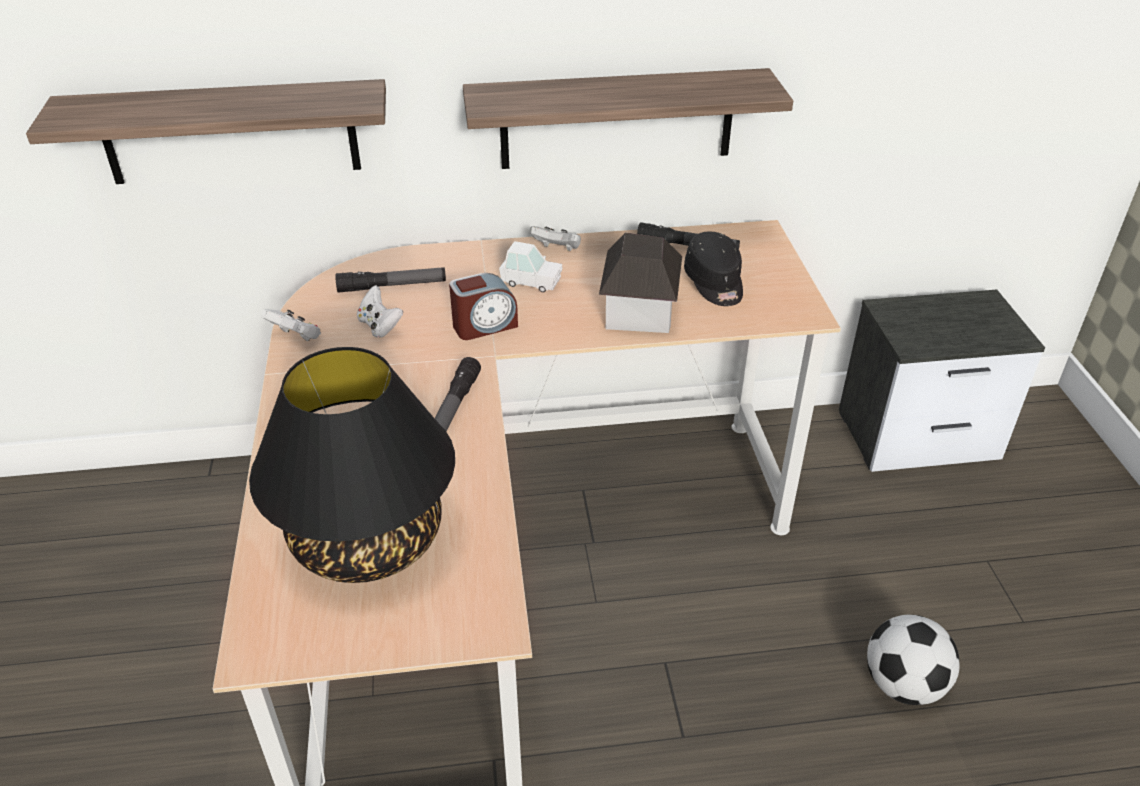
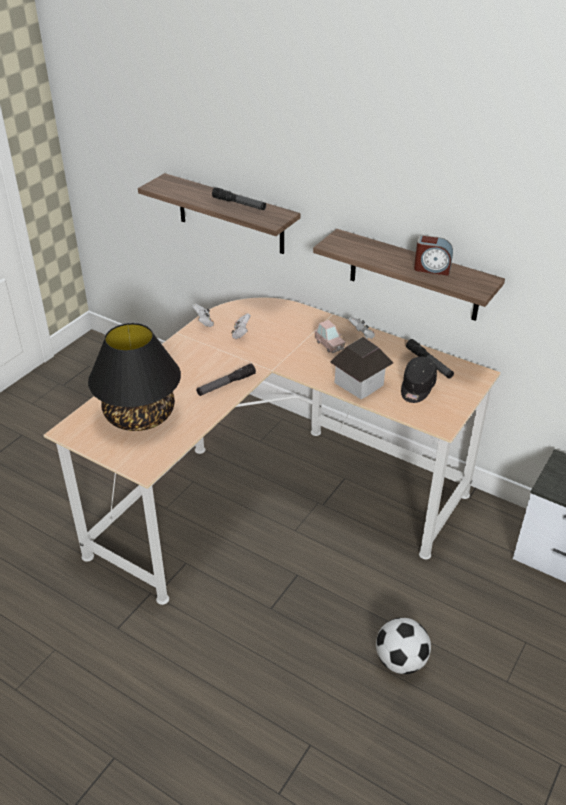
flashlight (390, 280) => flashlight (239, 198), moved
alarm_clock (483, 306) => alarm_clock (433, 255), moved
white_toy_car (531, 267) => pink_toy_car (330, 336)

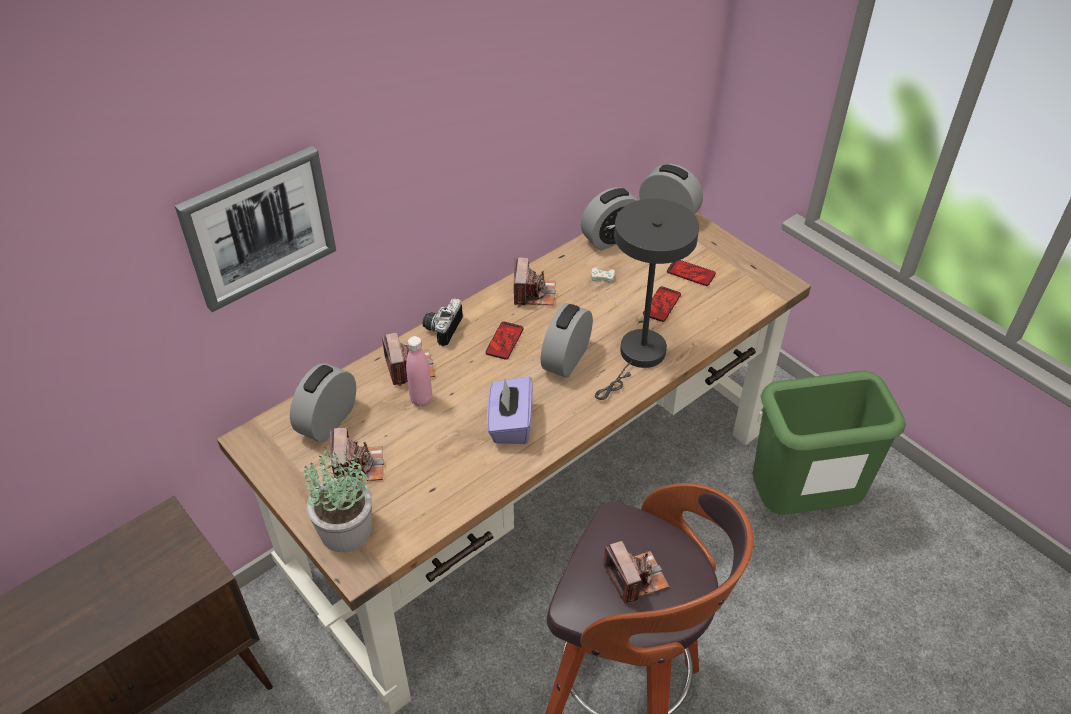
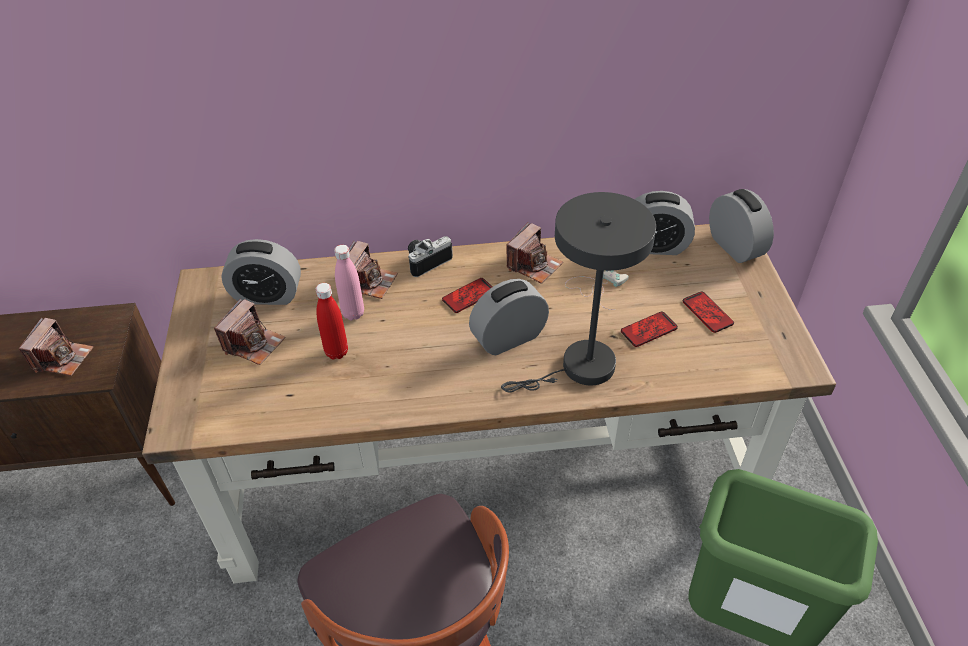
picture (255, 229) => nothing
potted_plant (338, 499) => nothing
purple_tissue_box (510, 410) => nothing
nothing => red_bottle (331, 321)
photo_camera (636, 572) => photo_camera (56, 347), moved
alarm_clock (323, 402) => alarm_clock (261, 272), 150 degrees counterclockwise

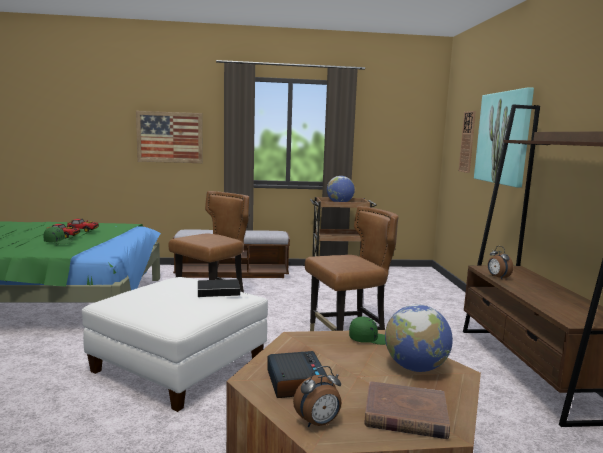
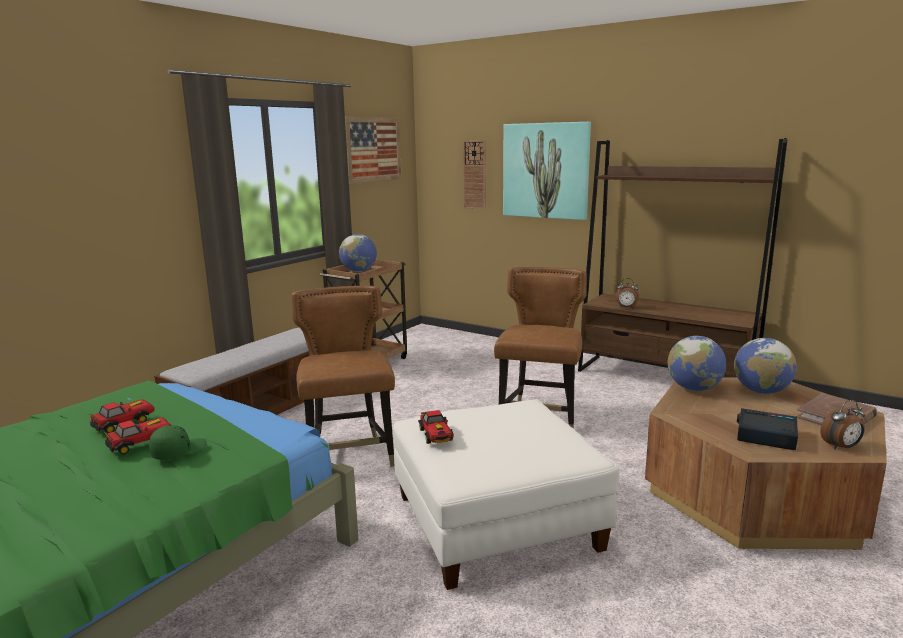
book (221, 288) => nothing
nothing => toy_car (436, 427)
picture (169, 137) => picture (373, 150), moved
green_cap (367, 330) => globe (697, 363)
alarm_clock (317, 397) => alarm_clock (843, 425), 60 degrees clockwise

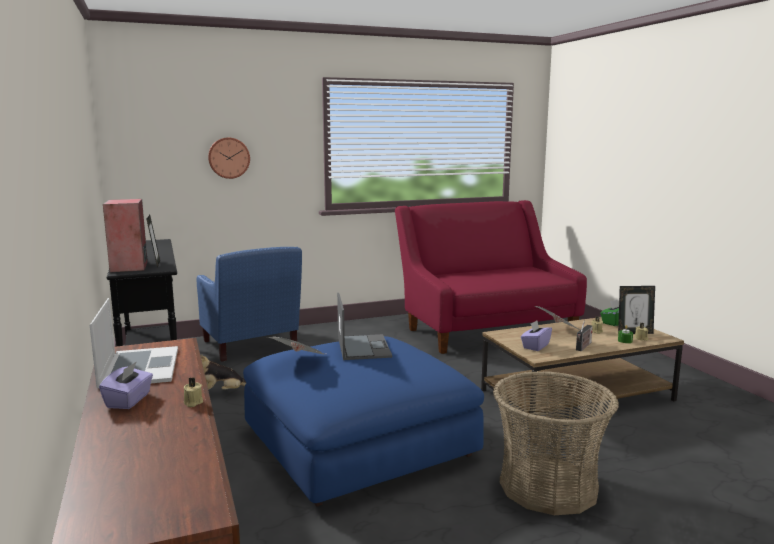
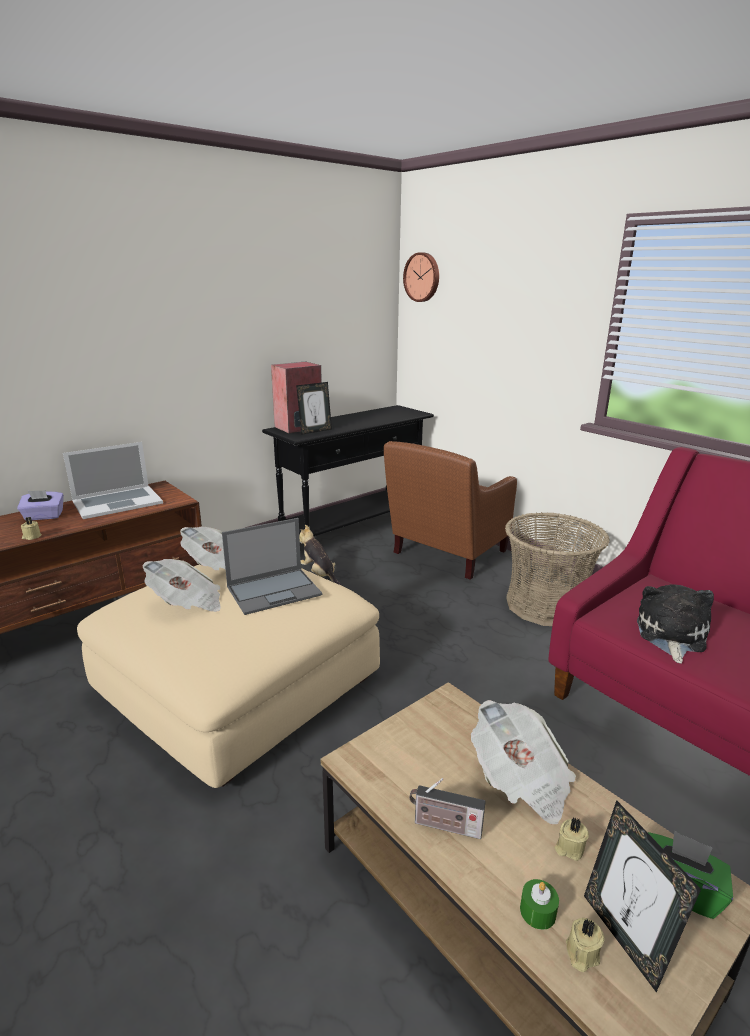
purple_tissue_box (536, 335) => nothing
nothing => newspaper (182, 585)
nothing => plush_toy (675, 624)
wall_clock (229, 158) => wall_clock (421, 277), moved
basket (556, 443) => basket (557, 569), moved
blue_armchair (249, 304) => brown_armchair (450, 510)
blue_ottoman (363, 421) => beige_ottoman (228, 676)

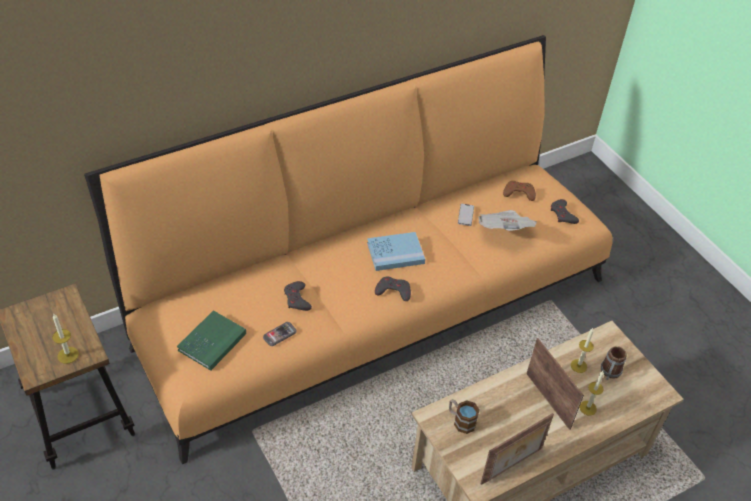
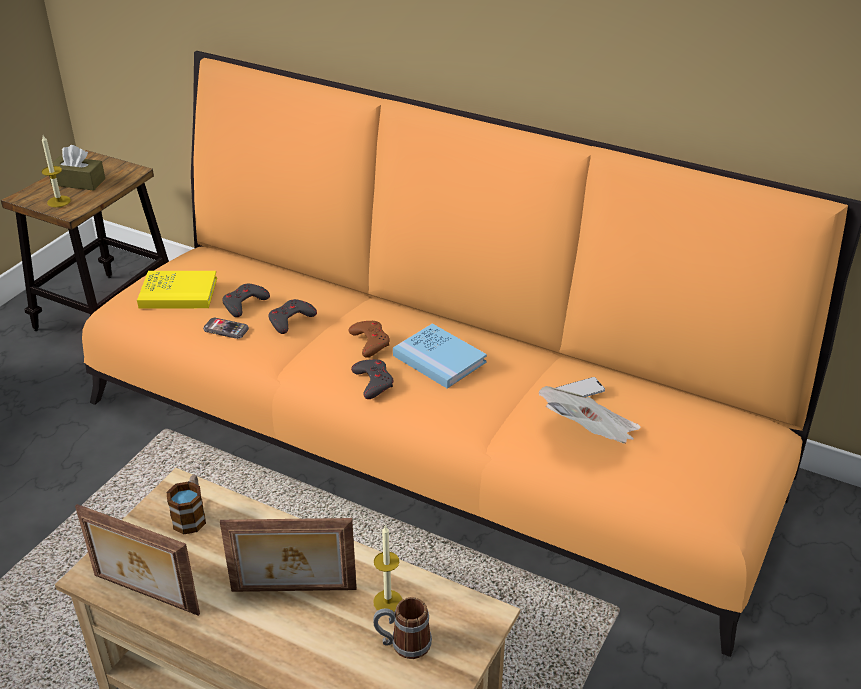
candle (591, 393) => nothing
nothing => brown_tissue_box (77, 168)
brown_game_controller (519, 191) => brown_game_controller (369, 339), moved
grey_game_controller (565, 211) => grey_game_controller (246, 300), moved
green_book (211, 340) => yellow_book (177, 289)
picture_frame (555, 384) => picture_frame (288, 555), 60 degrees clockwise

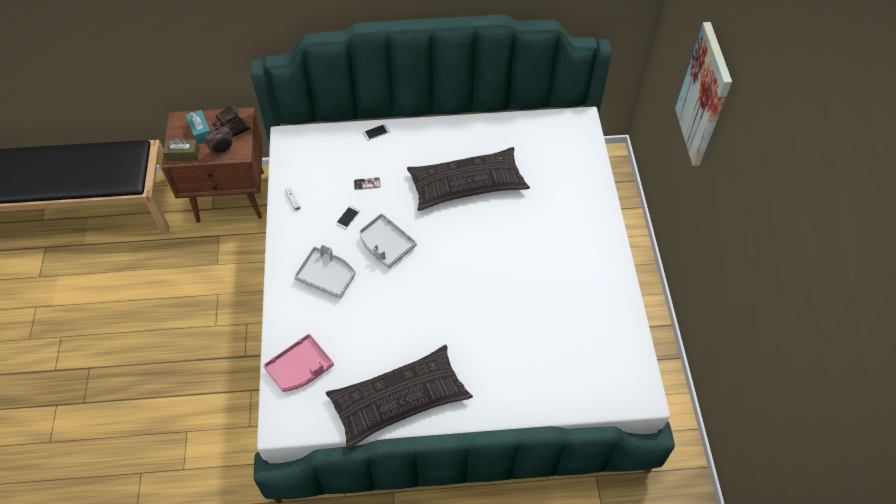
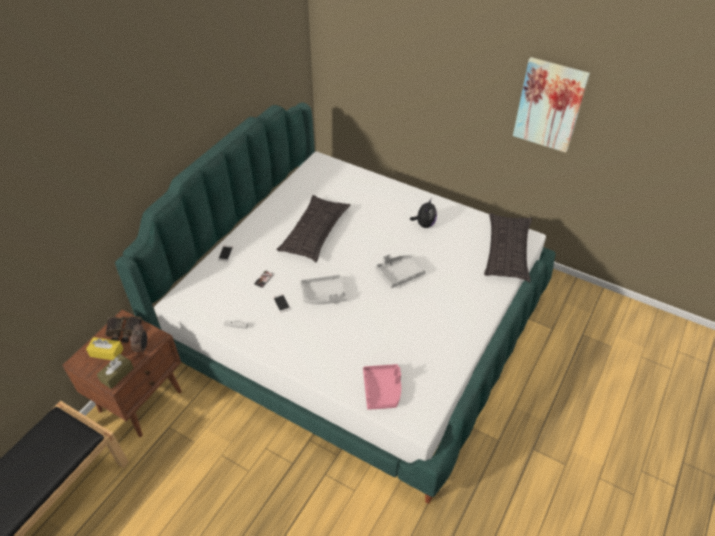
nothing => plush_toy (423, 213)
grey_tray (325, 271) => grey_tray (400, 271), moved
pillow (399, 397) => pillow (508, 247), moved
picture (703, 94) => picture (551, 105), moved
turquoise_tissue_box (198, 127) => yellow_tissue_box (104, 348)

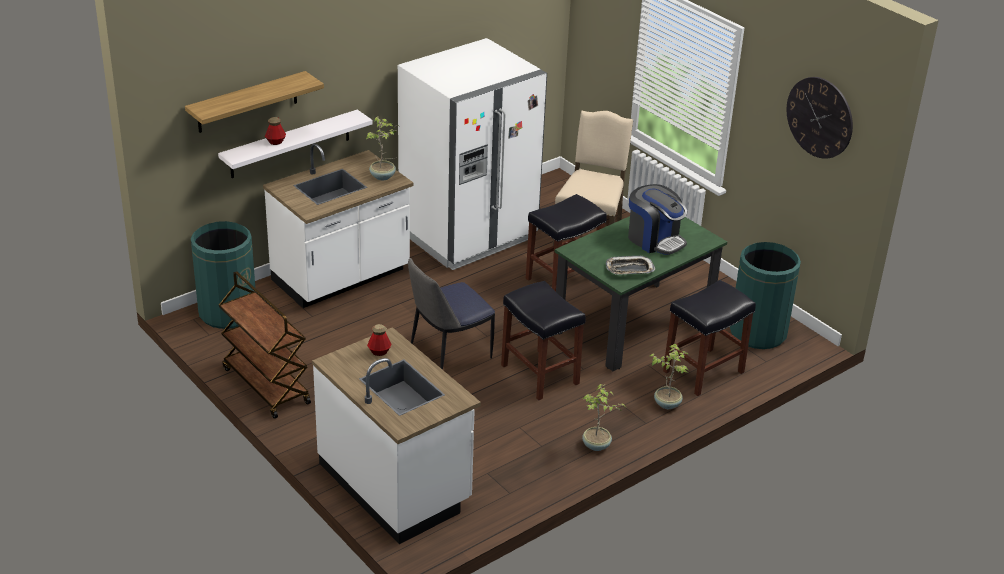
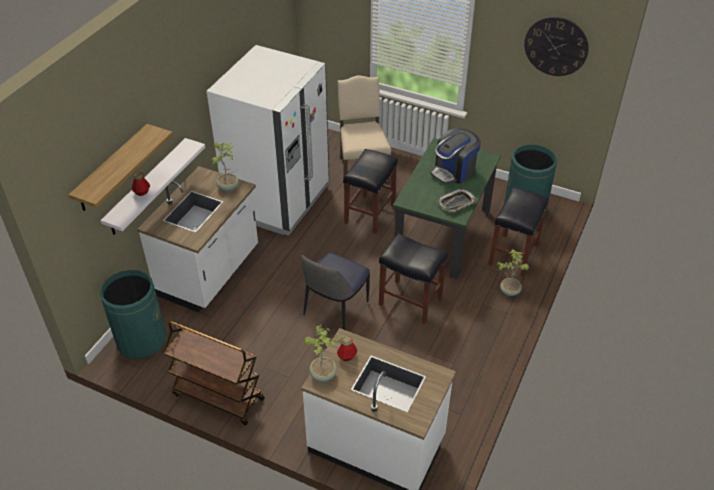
potted_plant (604, 417) => potted_plant (324, 353), moved
coffee_machine (658, 219) => coffee_machine (455, 156), 120 degrees clockwise

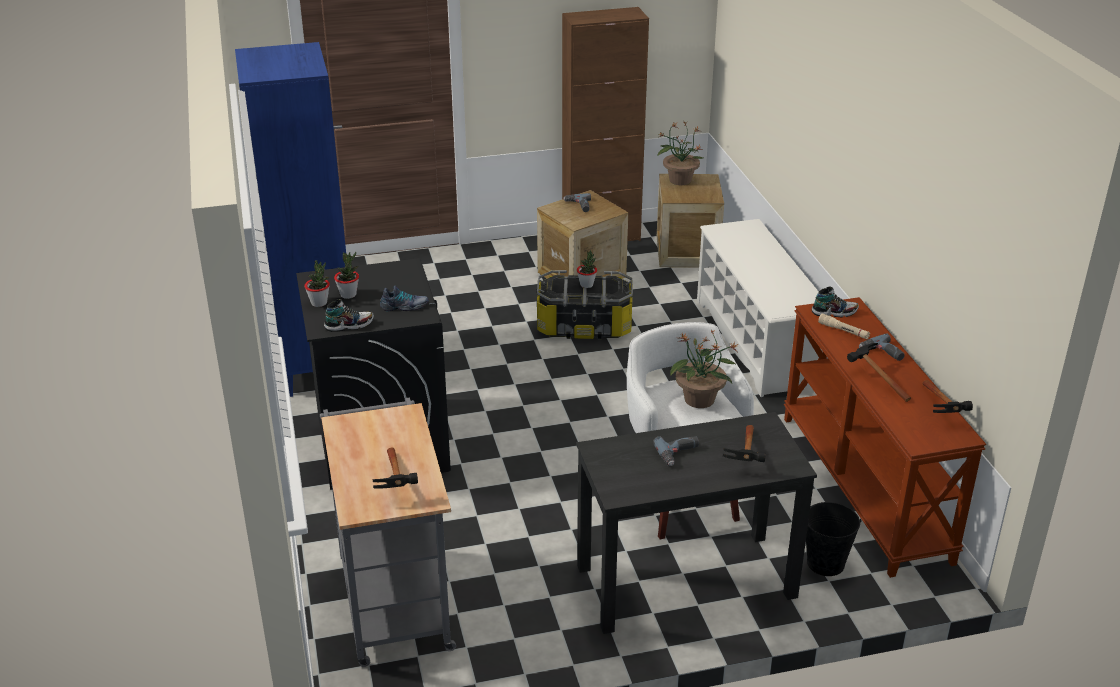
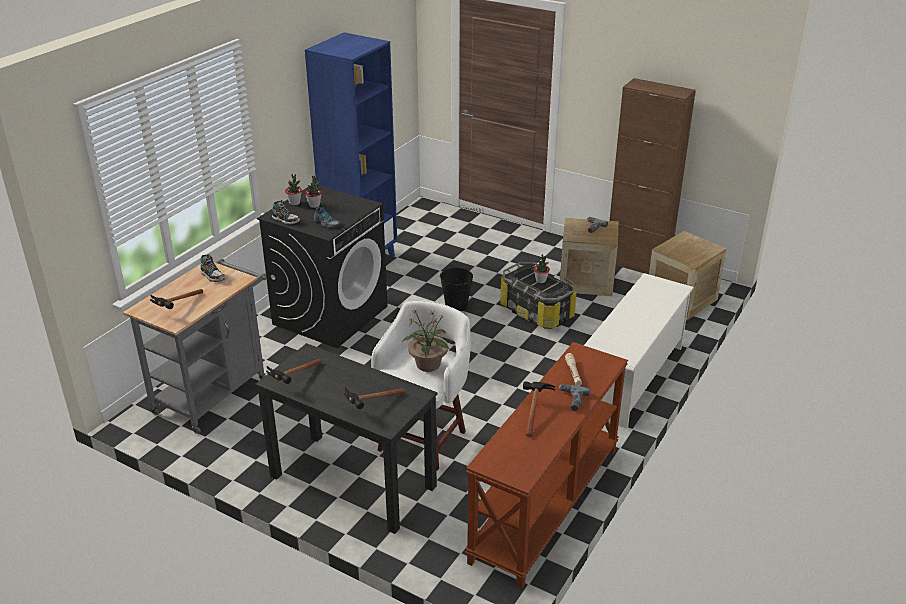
power_drill (676, 451) => nothing
potted_plant (680, 153) => nothing
black_bucket (834, 539) => black_bucket (456, 289), moved
shoe (835, 302) => shoe (213, 268), moved
hammer (948, 396) => hammer (293, 371), moved

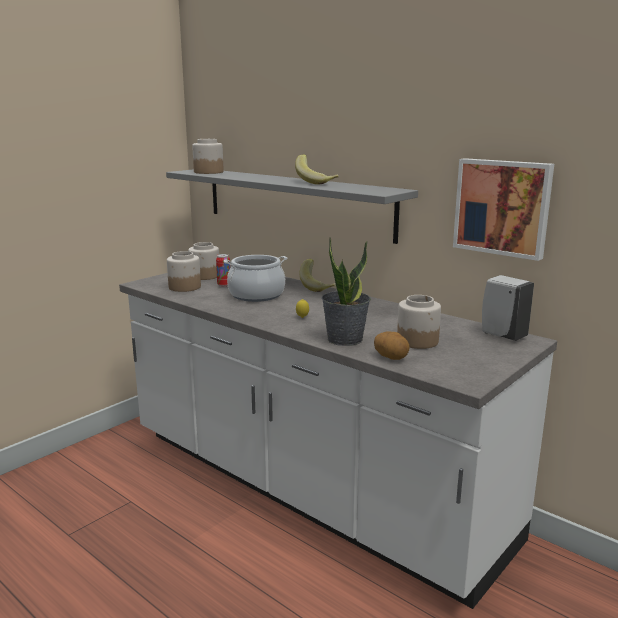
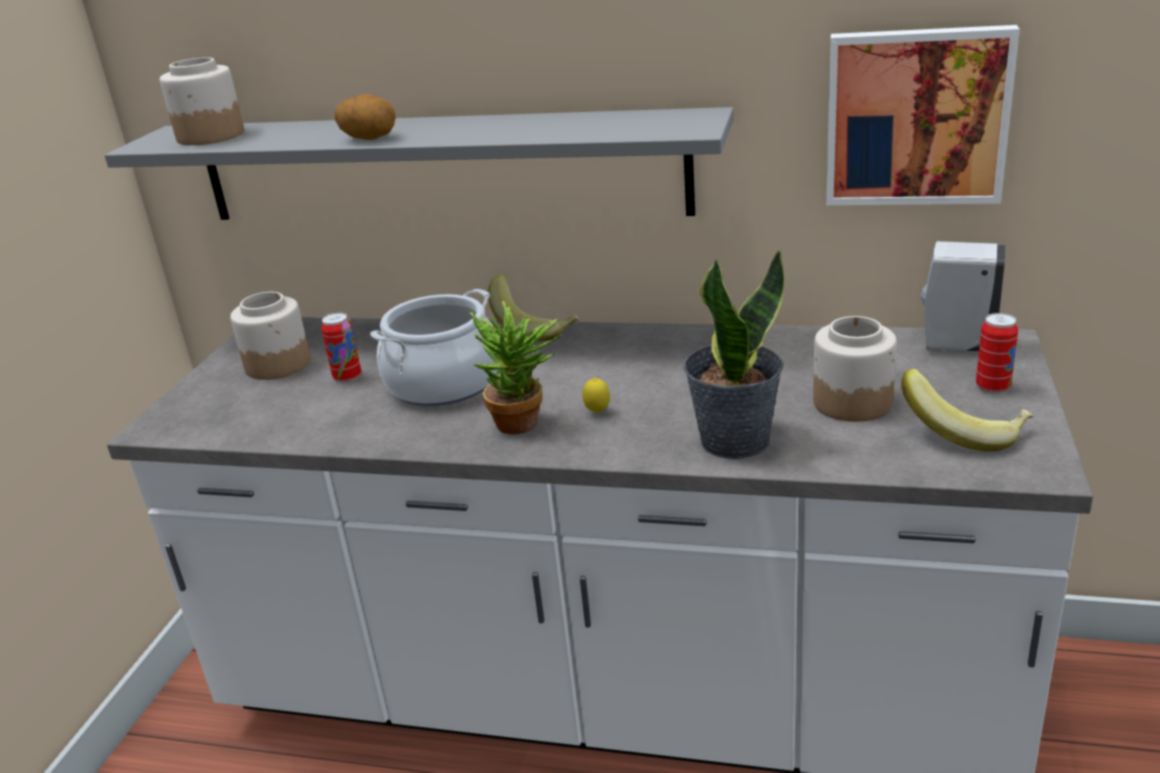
jar (184, 271) => nothing
nothing => potted_plant (516, 367)
nothing => can (997, 353)
banana (317, 169) => banana (967, 410), moved
potato (391, 345) => potato (365, 117), moved

